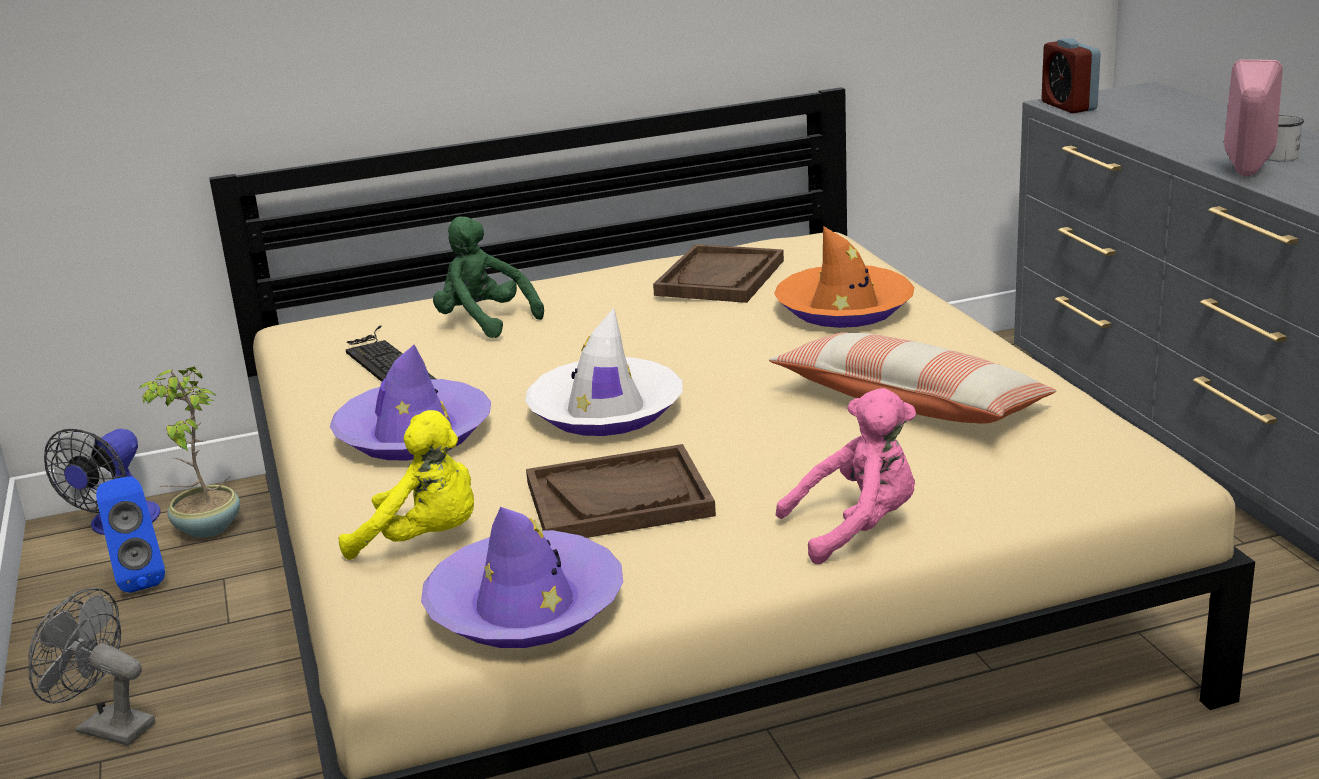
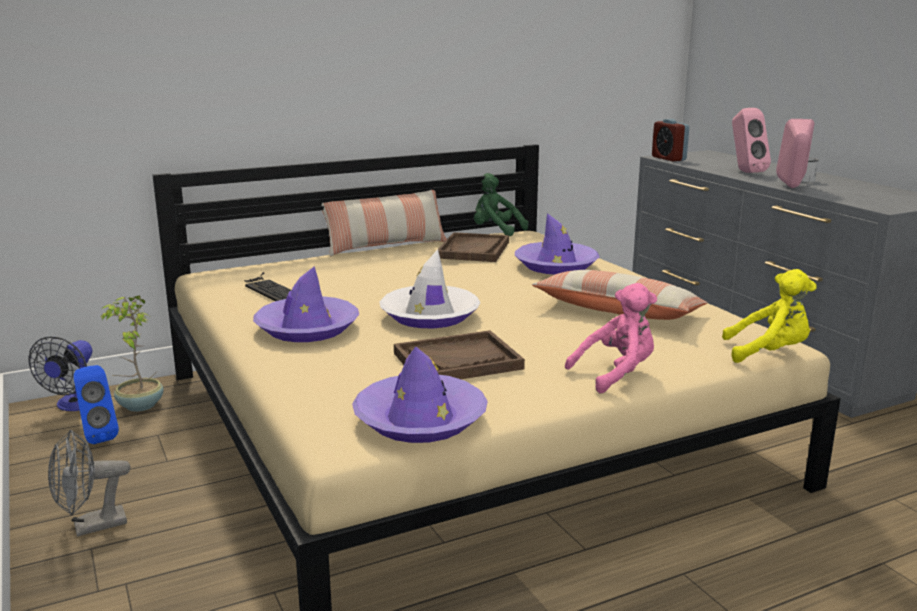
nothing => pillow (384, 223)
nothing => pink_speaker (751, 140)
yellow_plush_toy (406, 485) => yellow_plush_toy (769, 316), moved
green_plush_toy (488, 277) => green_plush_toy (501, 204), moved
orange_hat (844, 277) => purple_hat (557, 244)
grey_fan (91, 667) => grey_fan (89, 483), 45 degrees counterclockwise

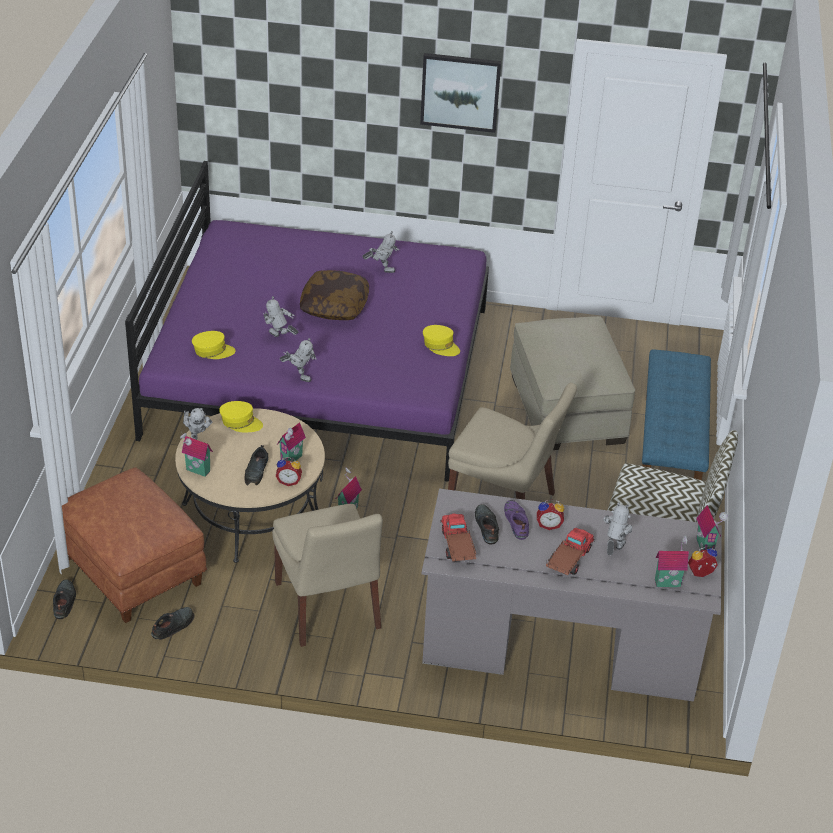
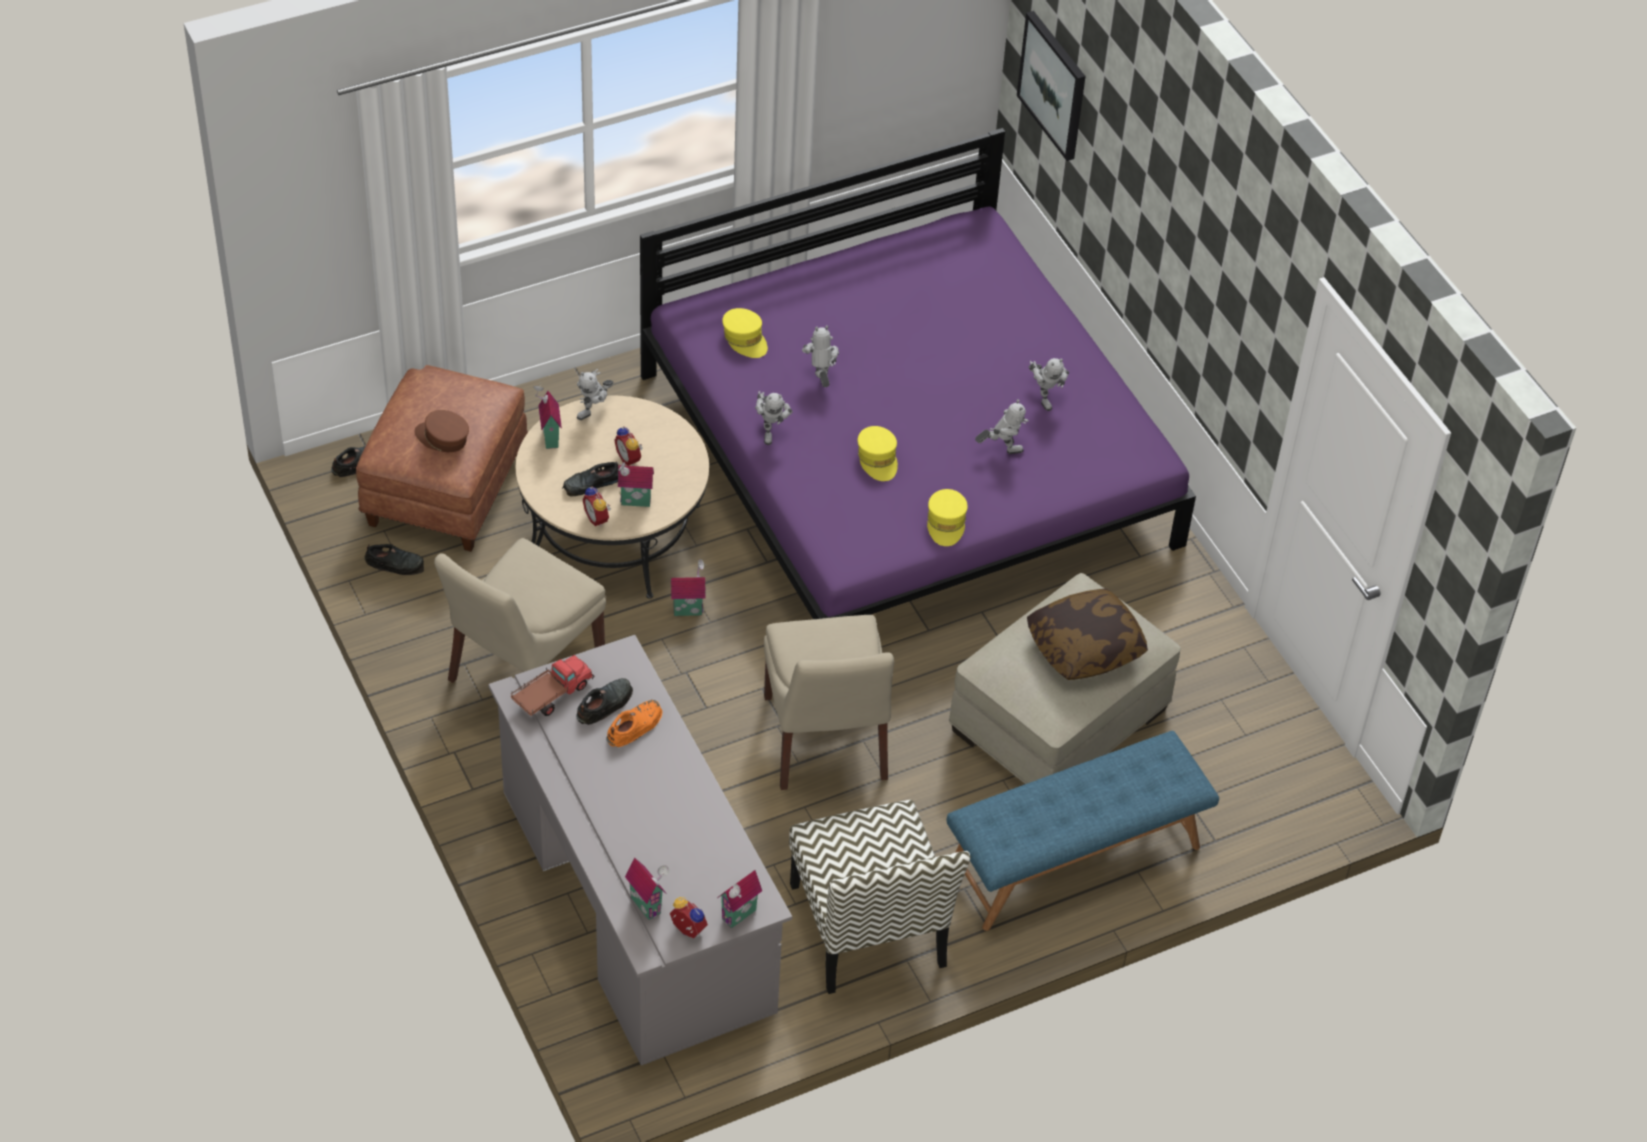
toy_truck (570, 551) => nothing
nothing => brown_cap (441, 431)
yellow_cap (241, 416) => yellow_cap (878, 453), moved
pillow (334, 295) => pillow (1087, 634), moved
picture (460, 93) => picture (1051, 86), moved
alarm_clock (550, 515) => alarm_clock (628, 446), moved
toy_robot (618, 528) => toy_robot (1002, 426), moved
purple_shoe (516, 520) => orange_shoe (634, 723)

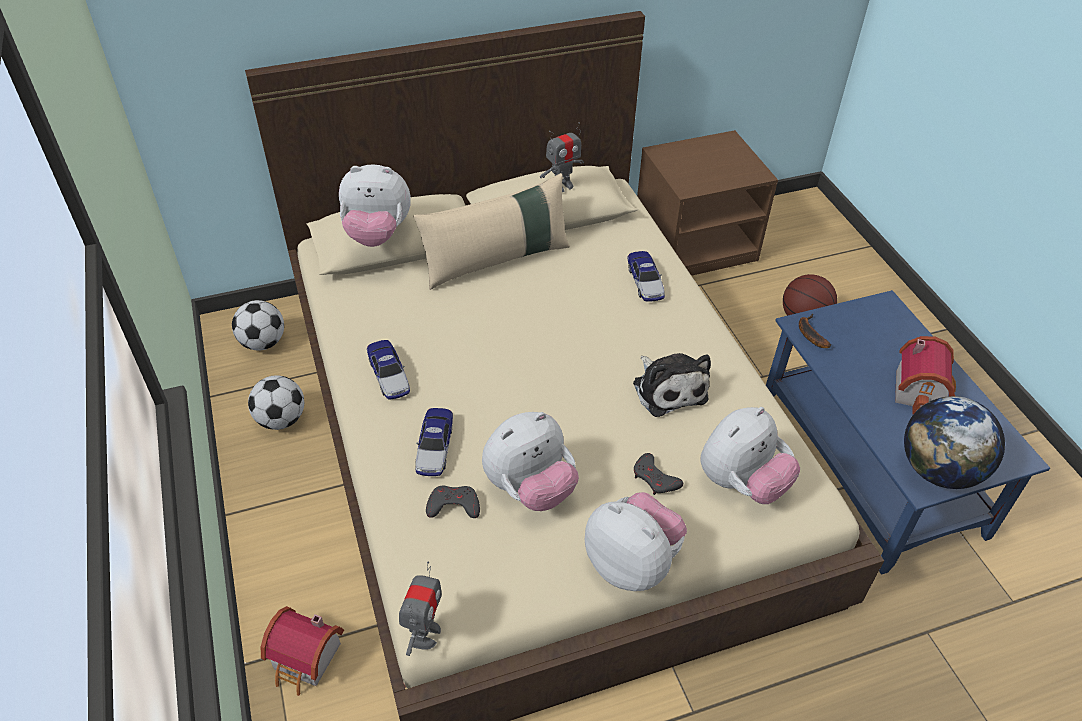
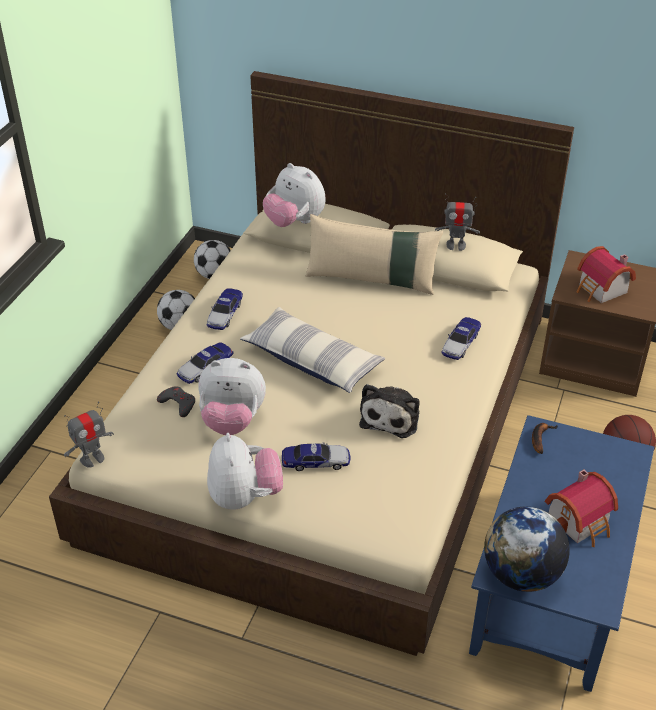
plush_toy (750, 455) => nothing
nothing => pillow (312, 350)
toy_house (302, 651) => toy_house (606, 274), moved
grey_game_controller (658, 474) => toy_car (316, 456)

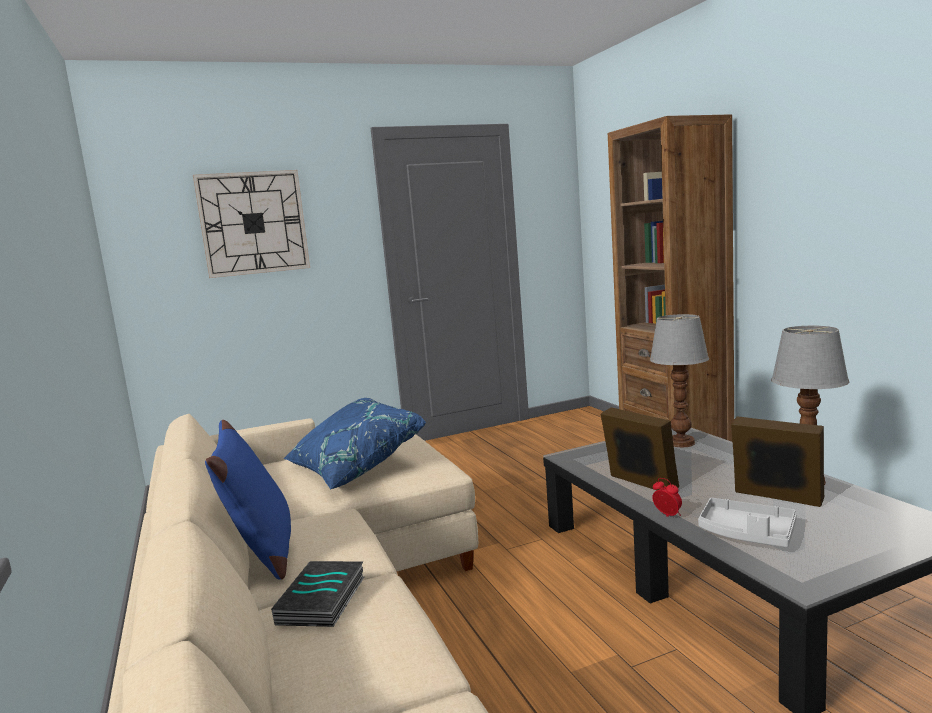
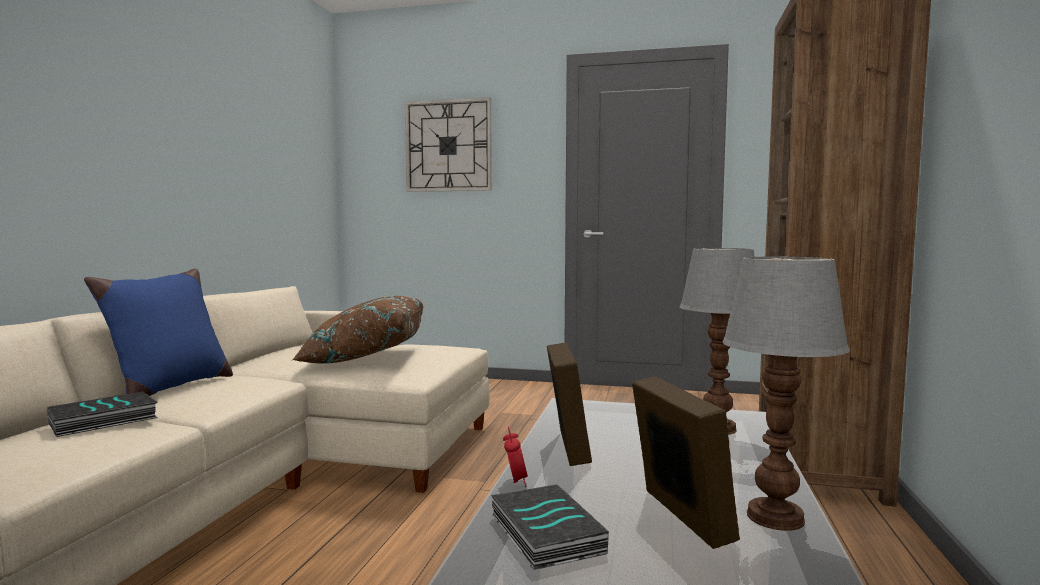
grey_tray (747, 523) => book (550, 527)
blue_pillow (354, 444) => brown_pillow (357, 329)

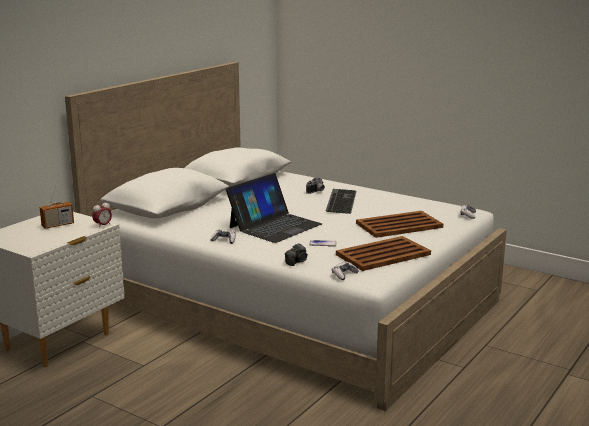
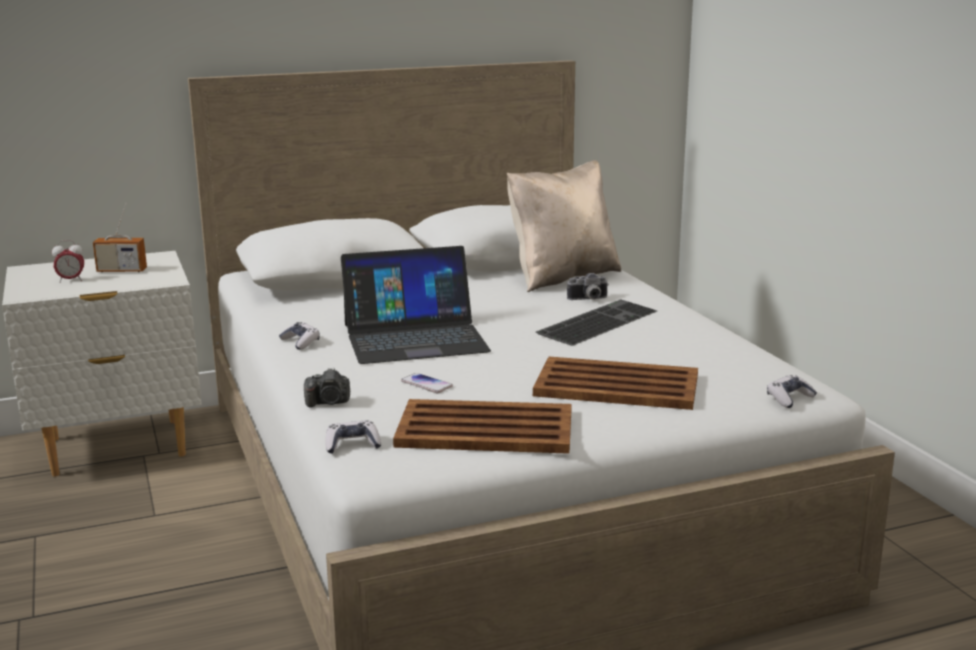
nothing => beige_pillow (564, 226)
alarm_clock (102, 214) => alarm_clock (68, 261), moved

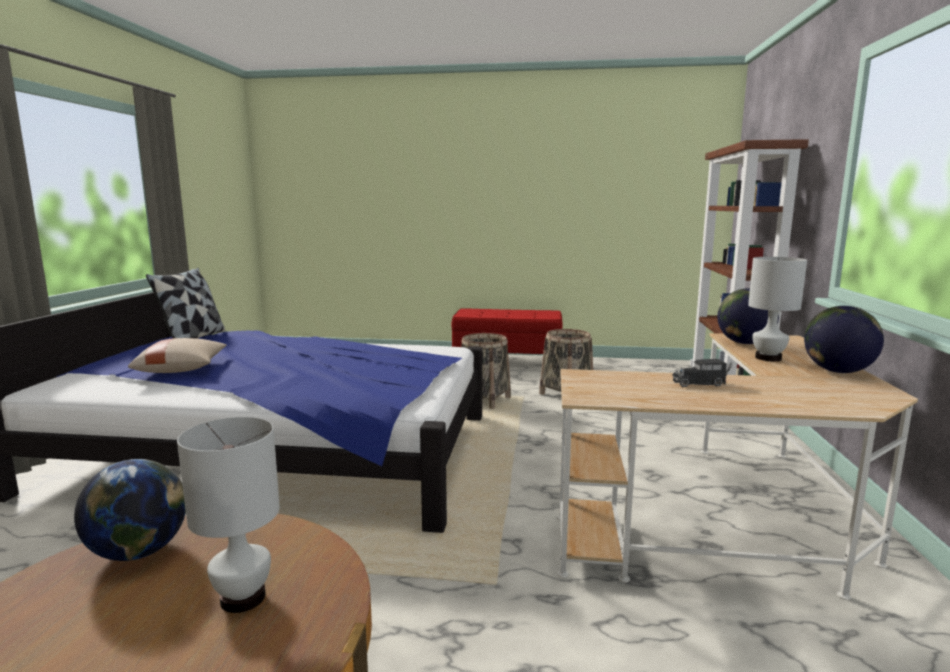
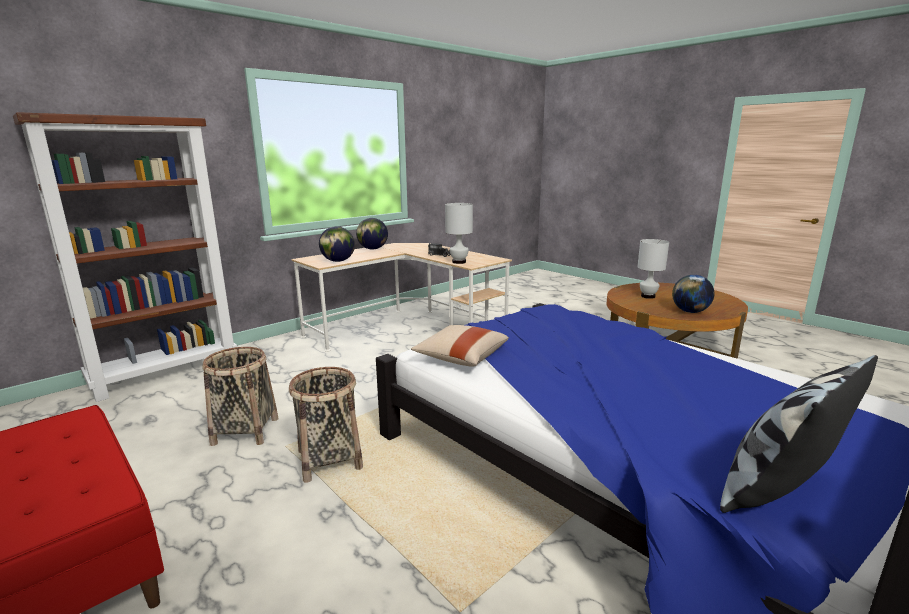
beige_pillow (177, 355) => beige_pillow (460, 346), moved
white_table_lamp (777, 309) => white_table_lamp (459, 233), moved

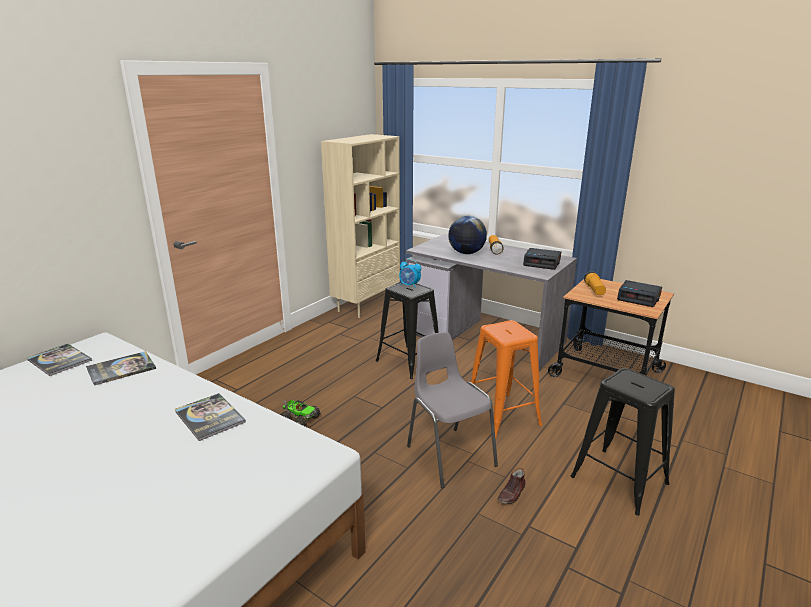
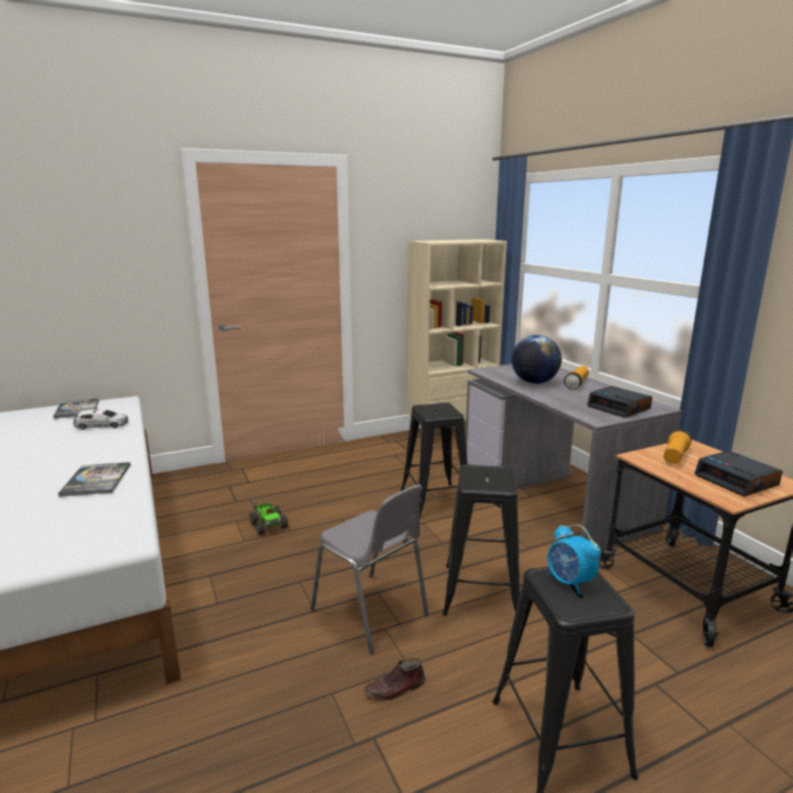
alarm_clock (410, 273) => alarm_clock (574, 559), moved
book (121, 368) => toy_car (100, 419)
orange_stool (506, 379) => black_stool (481, 540)
grey_chair (452, 410) => grey_chair (370, 569), 135 degrees clockwise

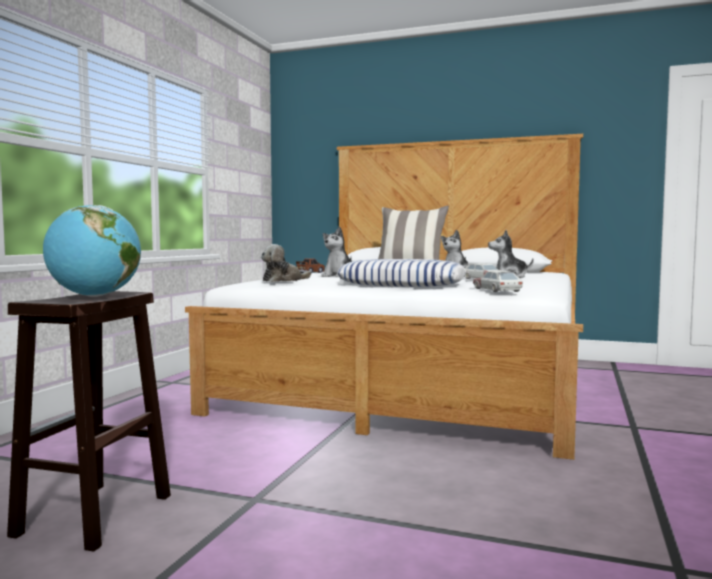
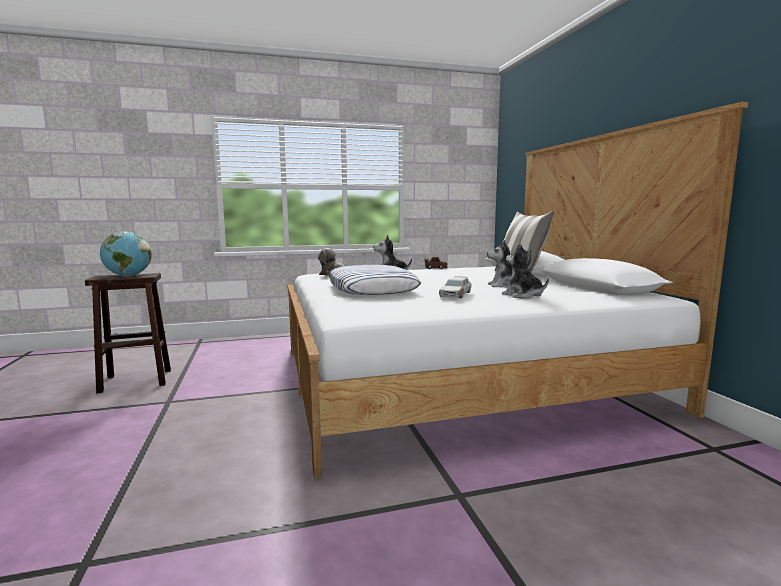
toy_car (498, 281) => nothing

